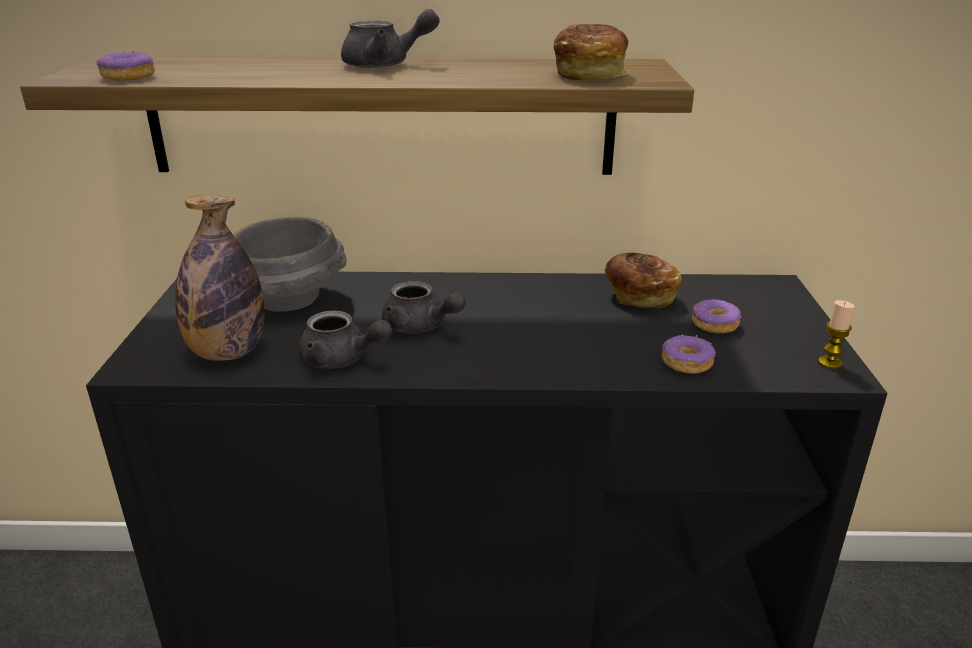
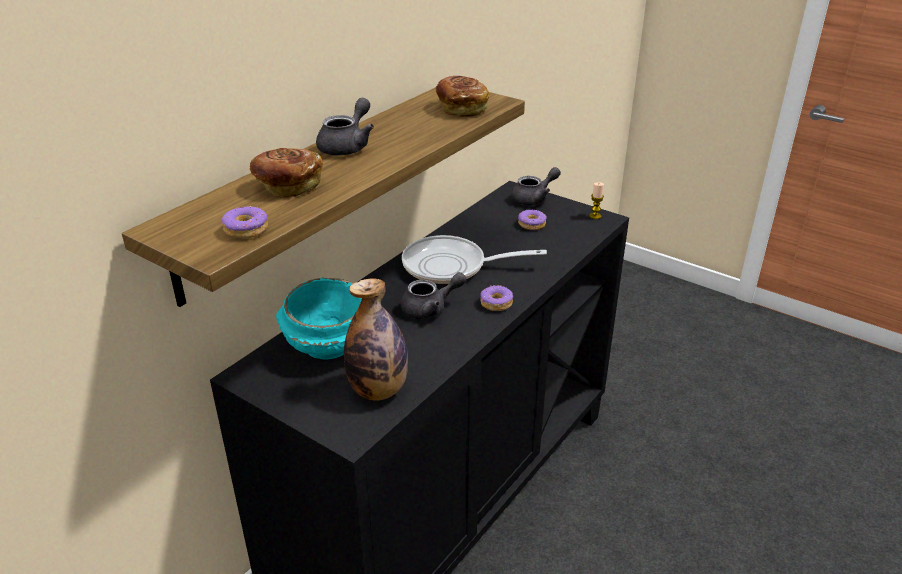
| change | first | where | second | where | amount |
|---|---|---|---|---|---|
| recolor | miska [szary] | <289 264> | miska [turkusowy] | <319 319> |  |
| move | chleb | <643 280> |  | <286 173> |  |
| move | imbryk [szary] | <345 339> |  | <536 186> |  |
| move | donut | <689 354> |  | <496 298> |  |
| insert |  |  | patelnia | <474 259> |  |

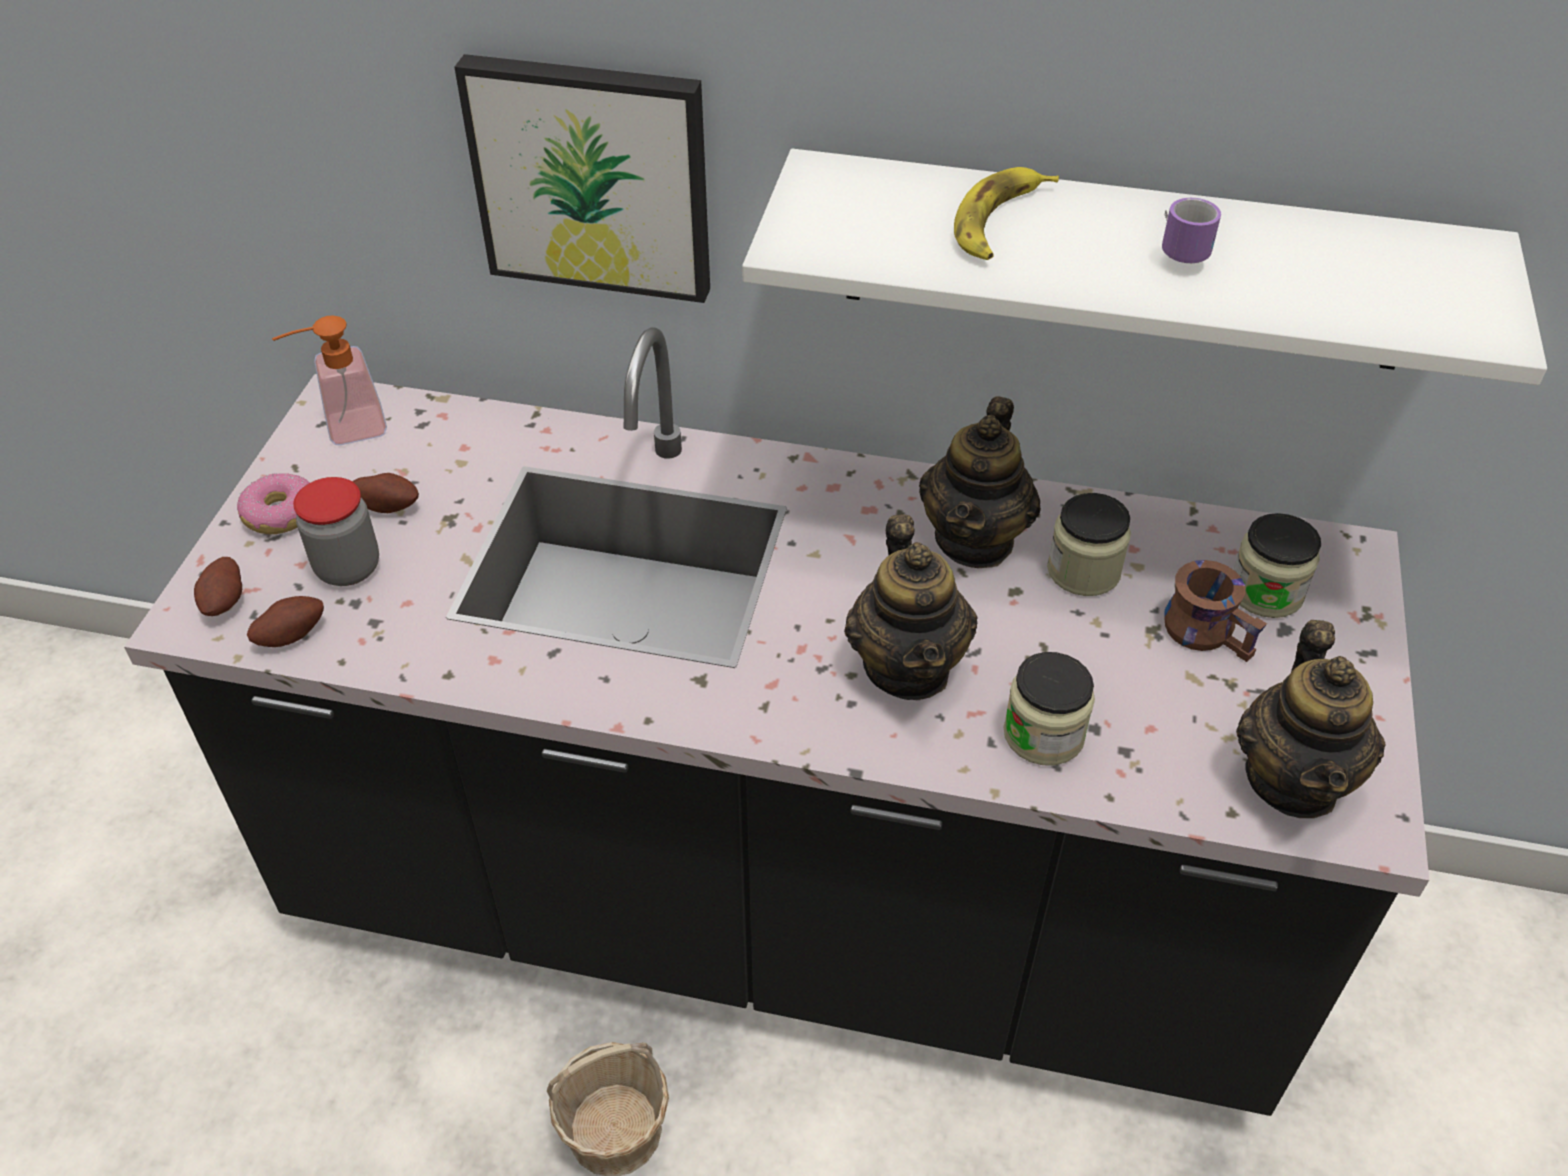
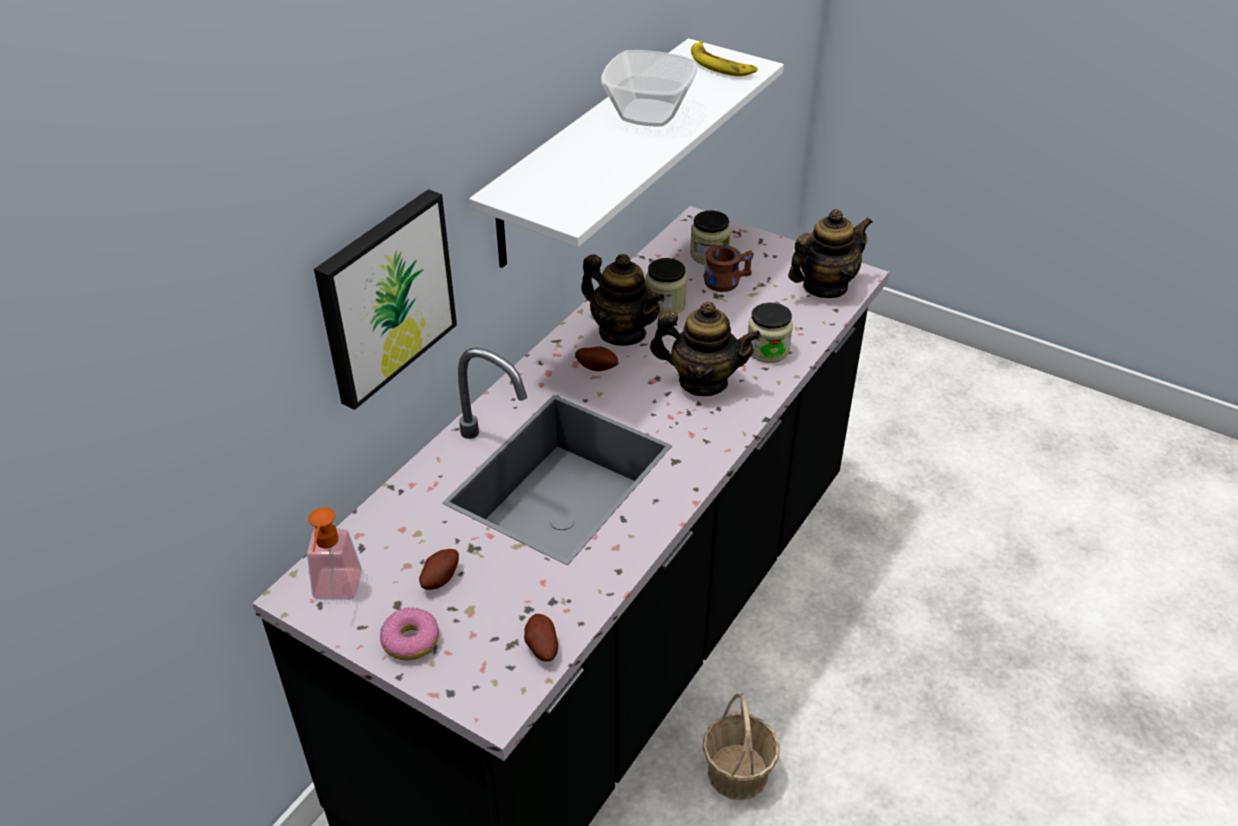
| change | first | where | second | where | amount |
|---|---|---|---|---|---|
| move | banan | <1006 213> |  | <724 58> |  |
| replace | kubek | <1191 230> | miska | <649 88> |  |
| delete | słoik | <336 531> |  |  |  |
| move | ziemniak | <218 586> |  | <596 358> |  |
| rotate | imbryk | <1310 719> |  | <830 253> | 60 degrees counterclockwise |

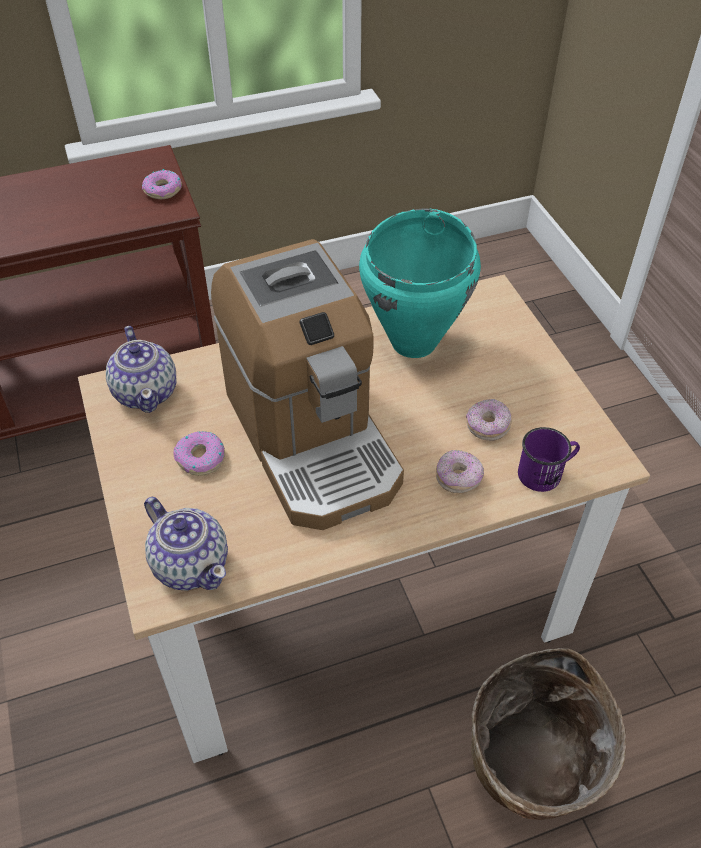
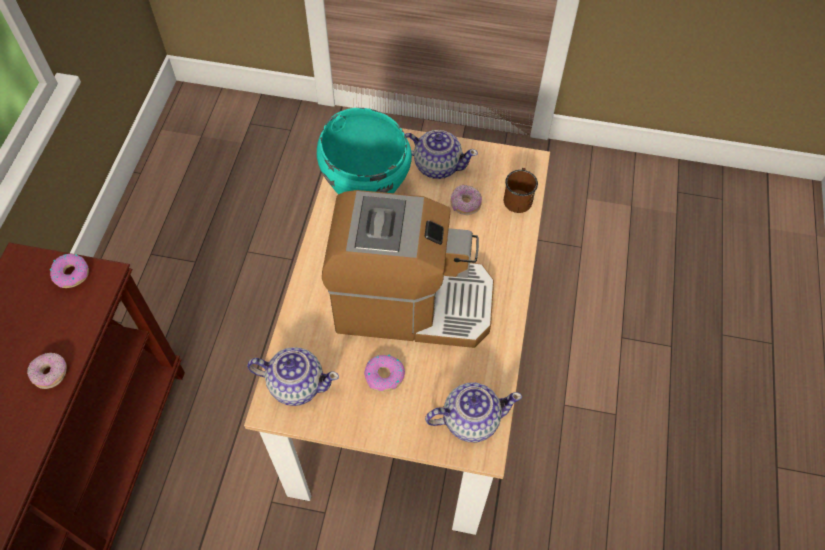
| change | first | where | second | where | amount |
|---|---|---|---|---|---|
| recolor | kubek [fioletowy] | <549 459> | kubek [brązowy] | <521 190> |  |
| move | donut | <460 471> |  | <47 371> |  |
| delete | koszyk | <548 734> |  |  |  |
| insert |  |  | imbryk | <441 154> |  |

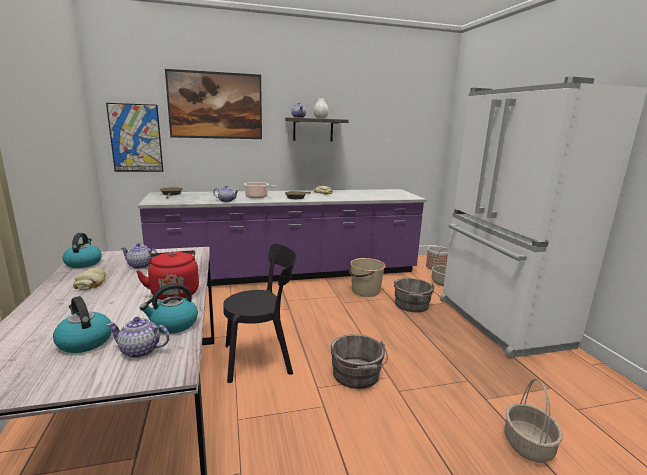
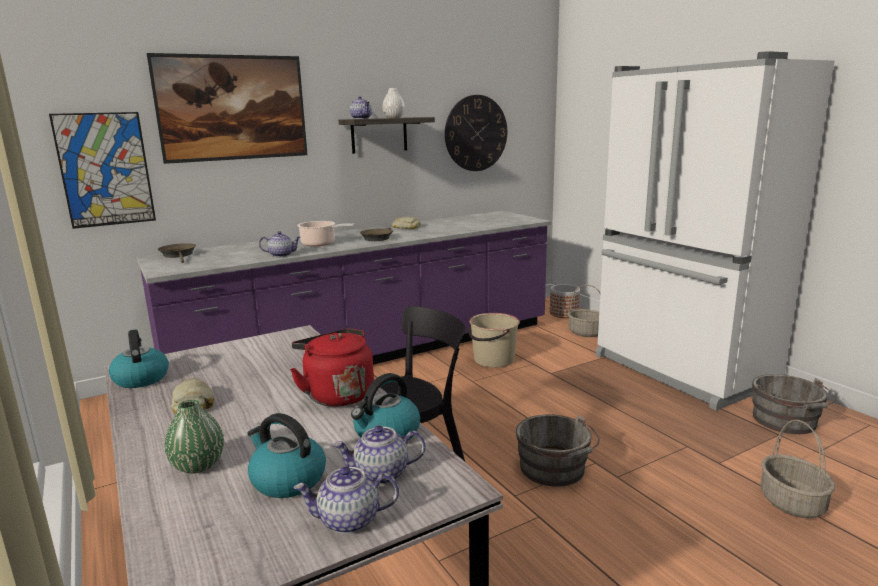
| change | first | where | second | where | amount |
|---|---|---|---|---|---|
| move | imbryk | <139 256> |  | <346 500> |  |
| move | wiadro [szary] | <414 295> |  | <794 404> |  |
| insert |  |  | zegar ścienny | <476 133> |  |
| insert |  |  | wazon [zielony] | <194 437> |  |

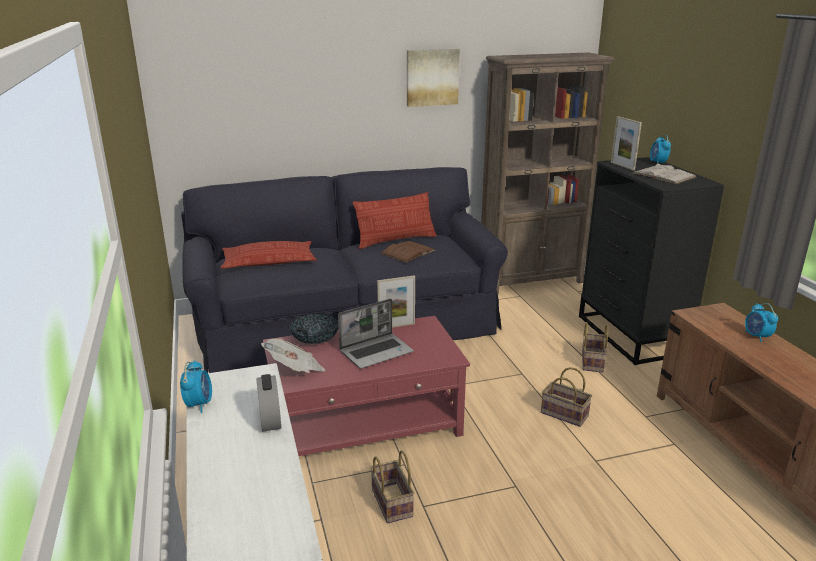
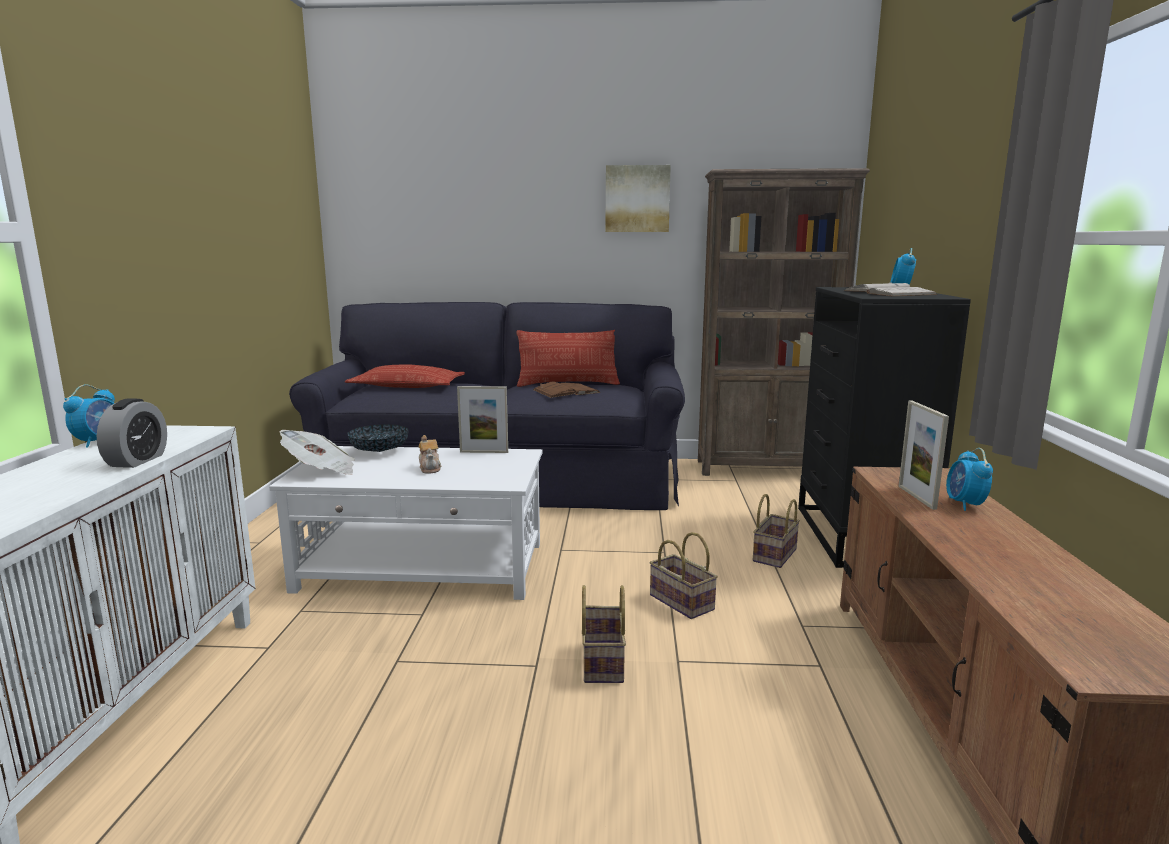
| change | first | where | second | where | amount |
|---|---|---|---|---|---|
| move | ramka na zdjęcie | <626 143> |  | <923 455> |  |
| replace | laptop | <376 334> | imbryk | <430 454> |  |
| recolor | ława [czerwony] | <366 386> | ława [biały] | <405 523> |  |
| move | koszyk | <392 487> |  | <604 634> |  |

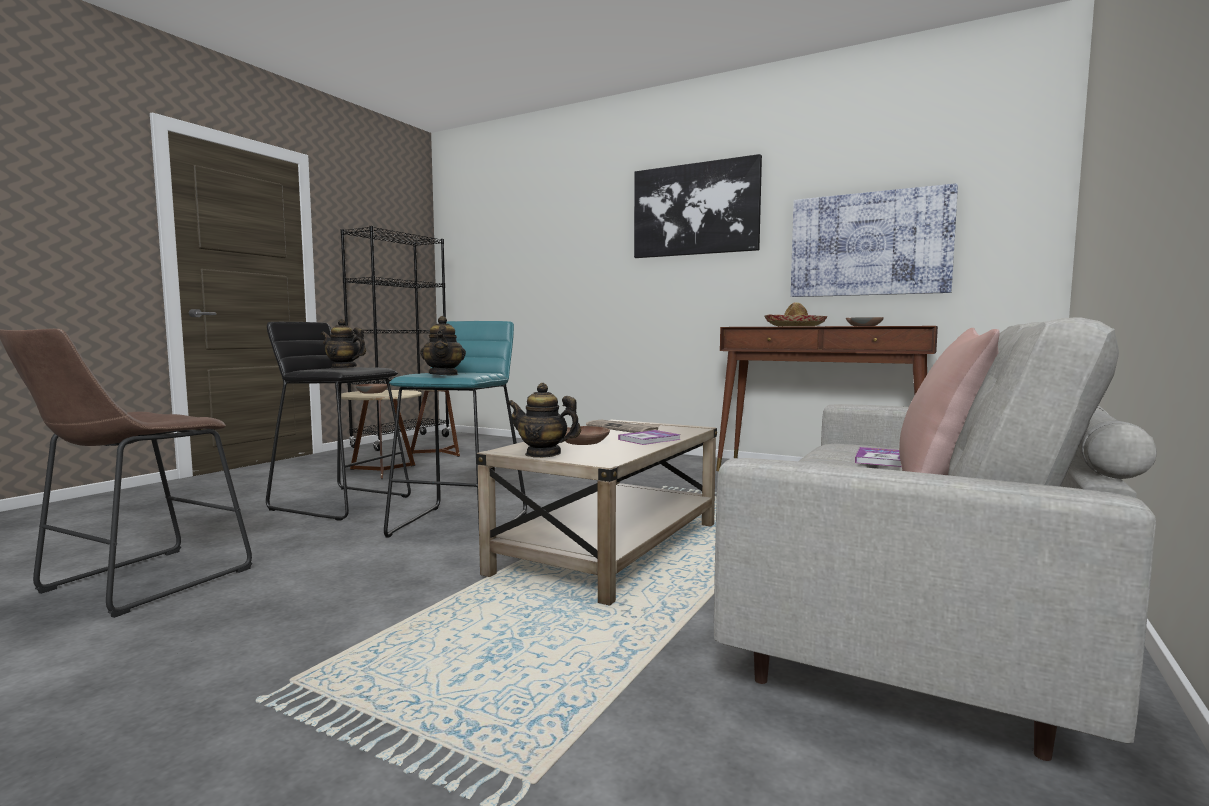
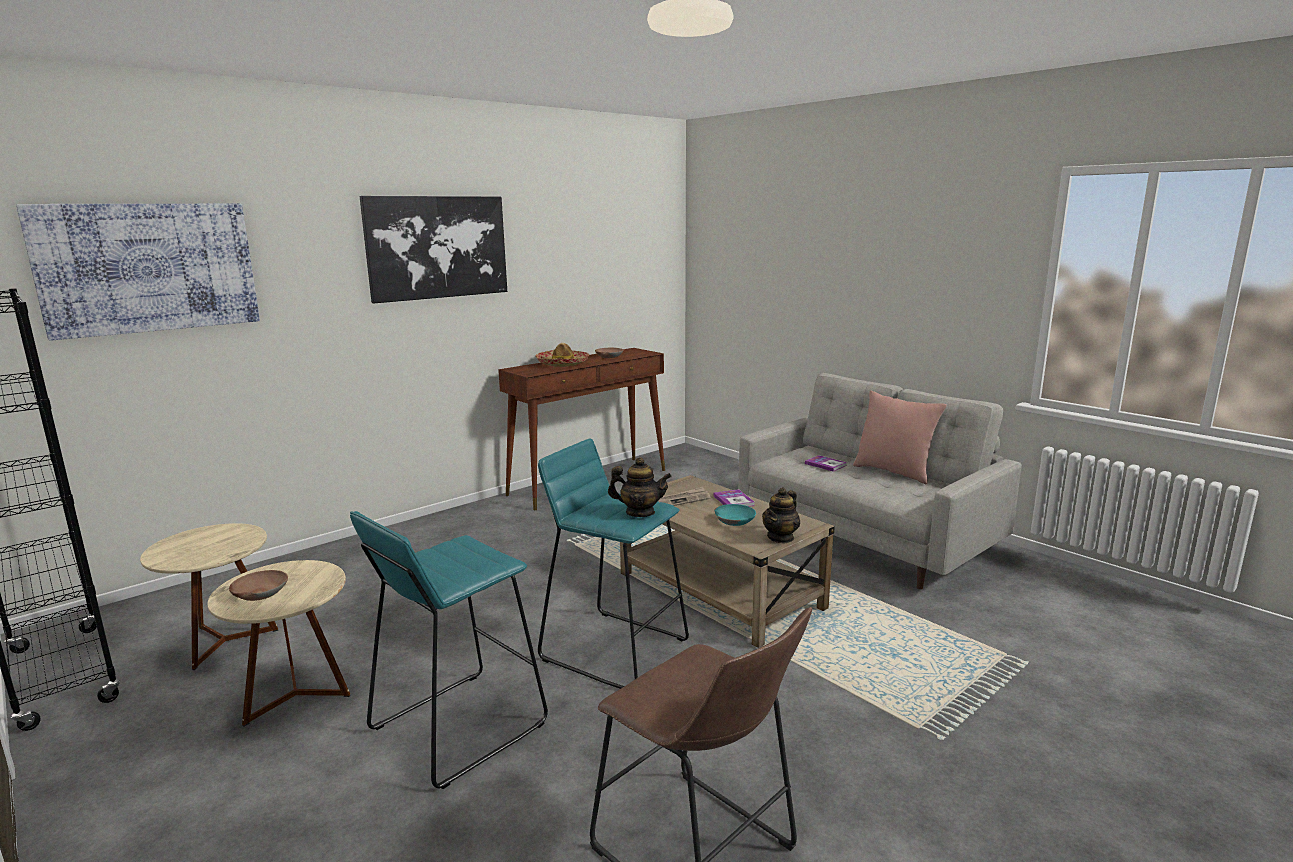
| change | first | where | second | where | amount |
|---|---|---|---|---|---|
| move | obraz | <874 240> |  | <138 272> |  |
| delete | imbryk | <343 343> |  |  |  |
| recolor | stołek [czarny] | <338 421> | stołek [turkusowy] | <449 650> |  |
| recolor | miska [brązowy] | <587 435> | miska [turkusowy] | <735 515> |  |

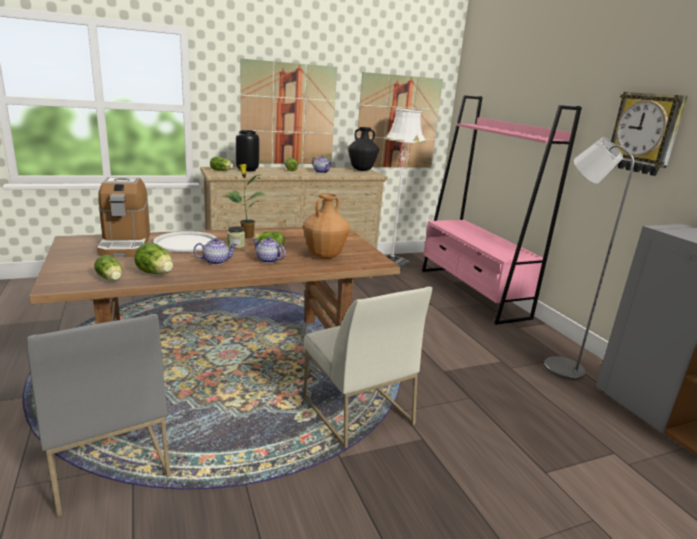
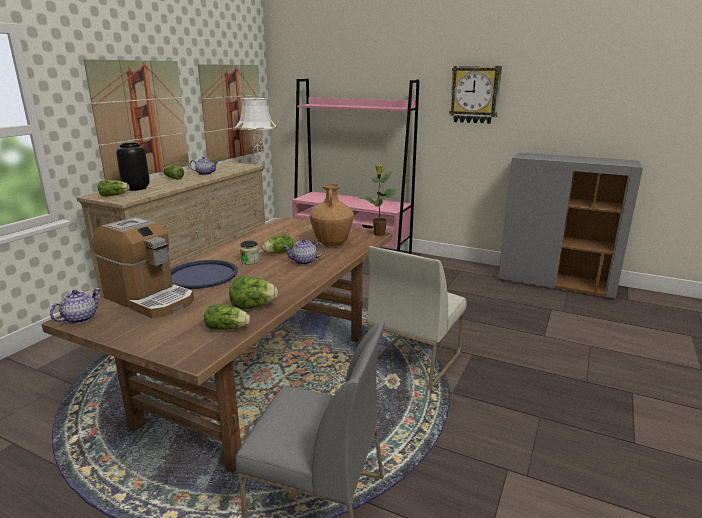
| change | first | where | second | where | amount |
|---|---|---|---|---|---|
| delete | wazon [czarny] | <363 149> |  |  |  |
| delete | lampa stojąca [szary] | <589 259> |  |  |  |
| move | roślina doniczkowa | <245 201> |  | <379 200> |  |
| recolor | taca [biały] | <185 241> | taca [niebieski] | <204 274> |  |
| move | imbryk | <215 251> |  | <75 306> |  |
| rotate | krzesło [biały] | <368 367> |  | <417 318> | 105 degrees clockwise |

